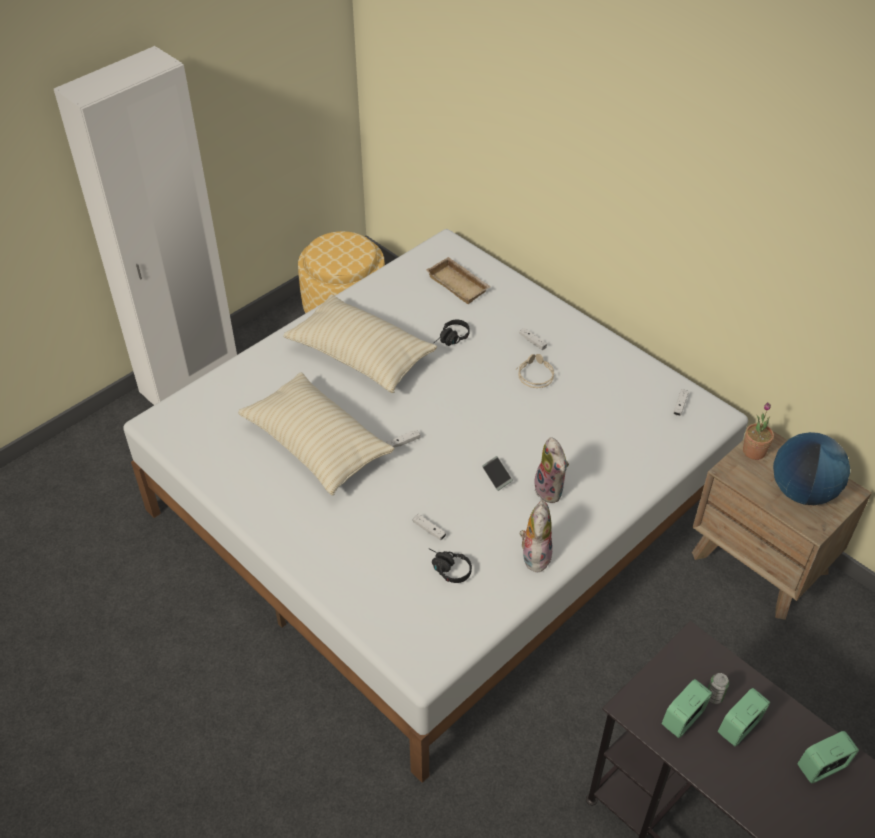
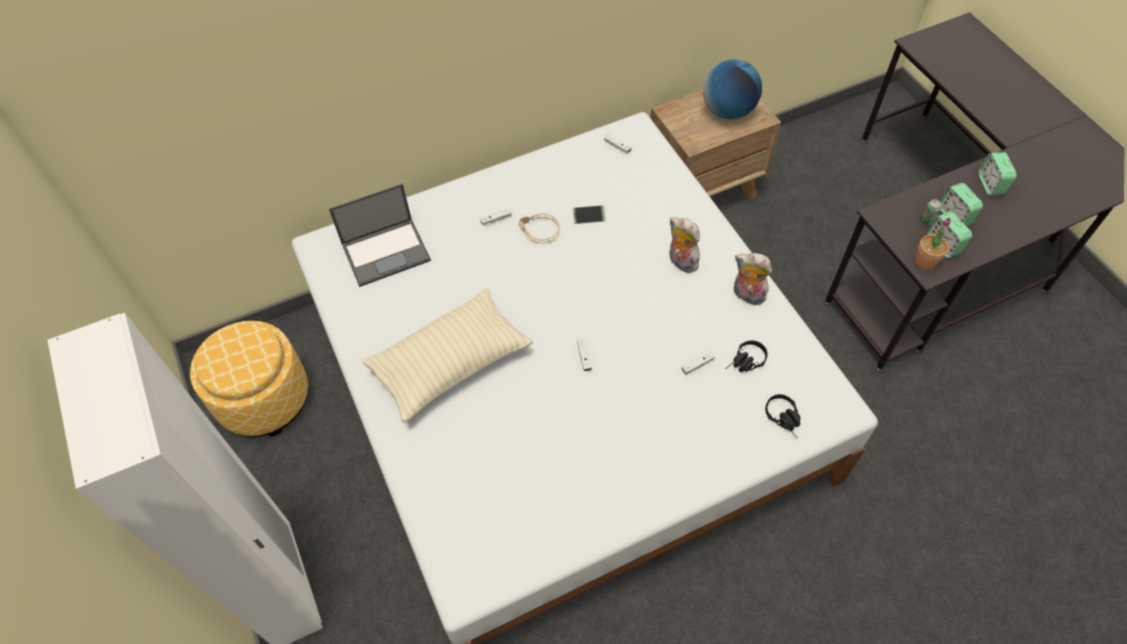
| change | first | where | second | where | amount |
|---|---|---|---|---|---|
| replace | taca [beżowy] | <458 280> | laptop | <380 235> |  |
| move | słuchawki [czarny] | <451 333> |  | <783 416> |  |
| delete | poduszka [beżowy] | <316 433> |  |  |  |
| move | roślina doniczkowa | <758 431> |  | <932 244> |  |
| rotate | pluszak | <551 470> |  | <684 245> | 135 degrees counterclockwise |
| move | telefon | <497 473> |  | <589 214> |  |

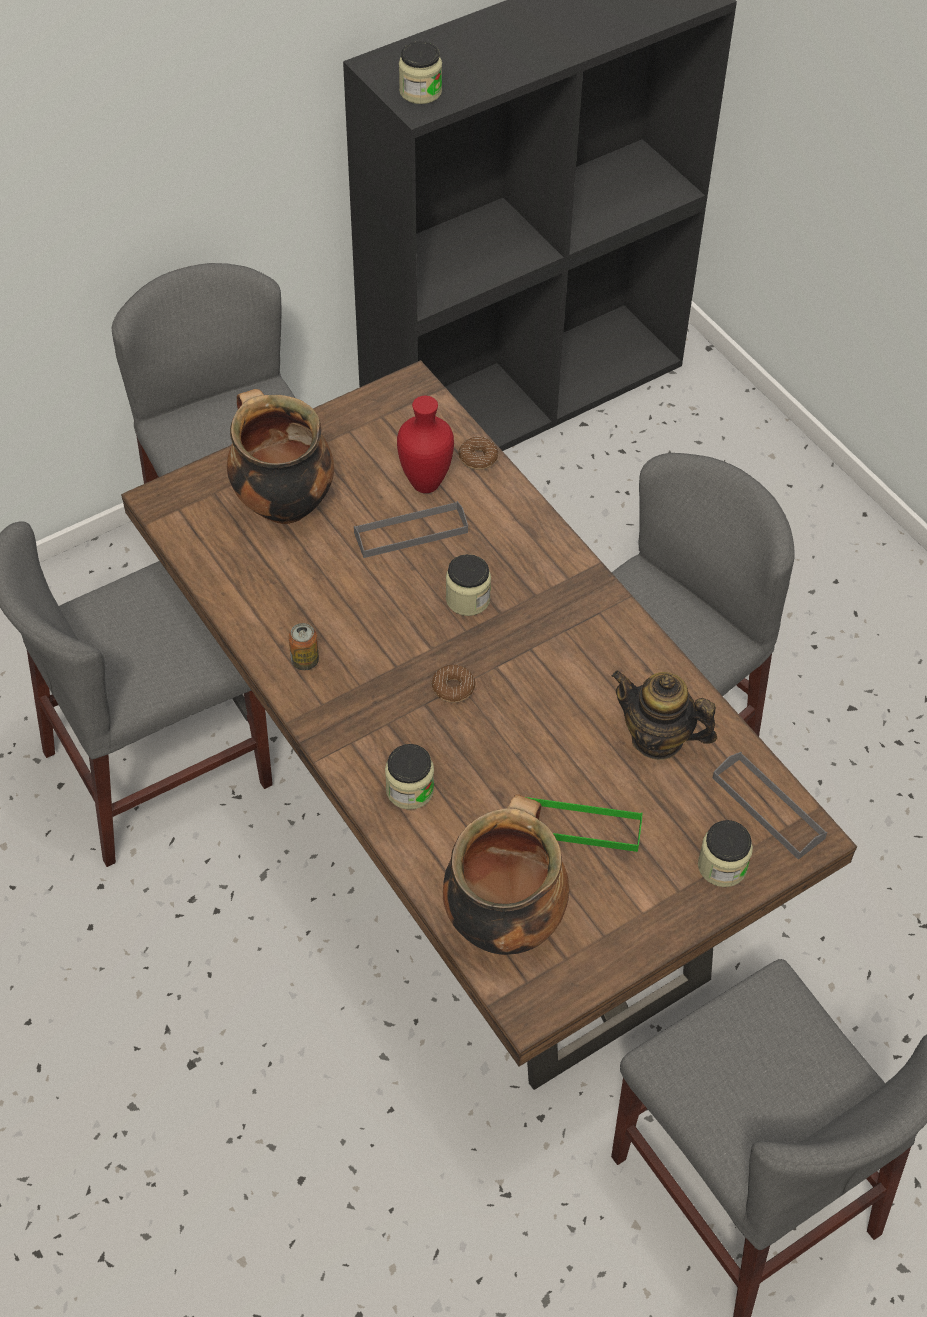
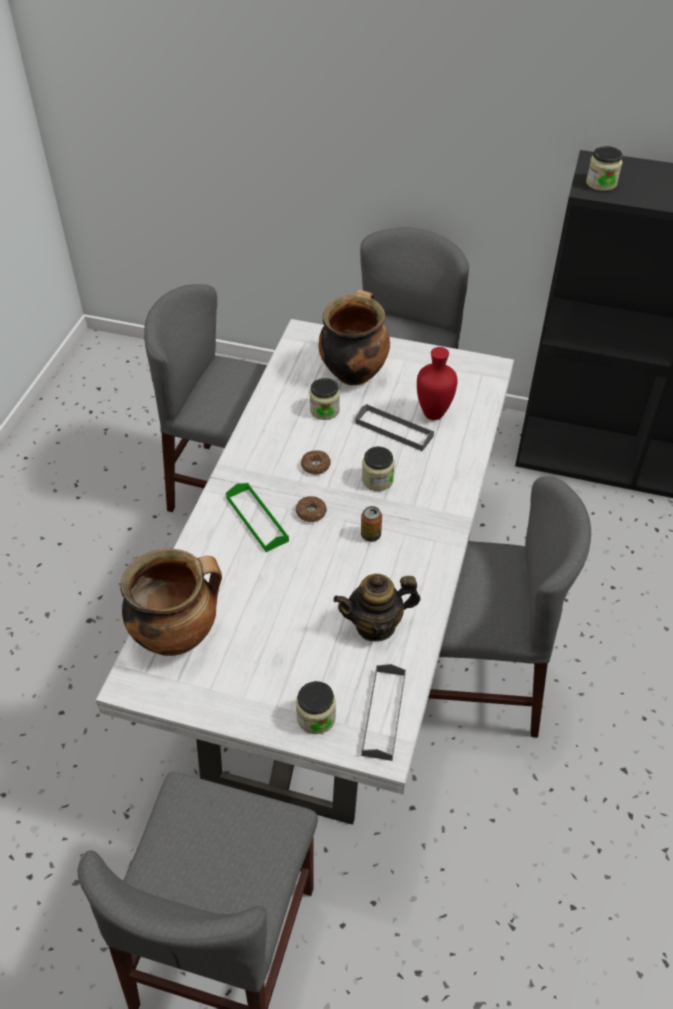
| change | first | where | second | where | amount |
|---|---|---|---|---|---|
| recolor | stół jadalny [brązowy] | <489 725> | stół jadalny [biały] | <304 572> |  |
| move | donut | <478 453> |  | <316 462> |  |
| move | puszka | <304 646> |  | <371 524> |  |
| rotate | imbryk | <664 715> |  | <376 608> | 90 degrees counterclockwise |
| move | słoik | <409 777> |  | <324 399> |  |
| move | taca [zielony] | <584 824> |  | <257 517> |  |

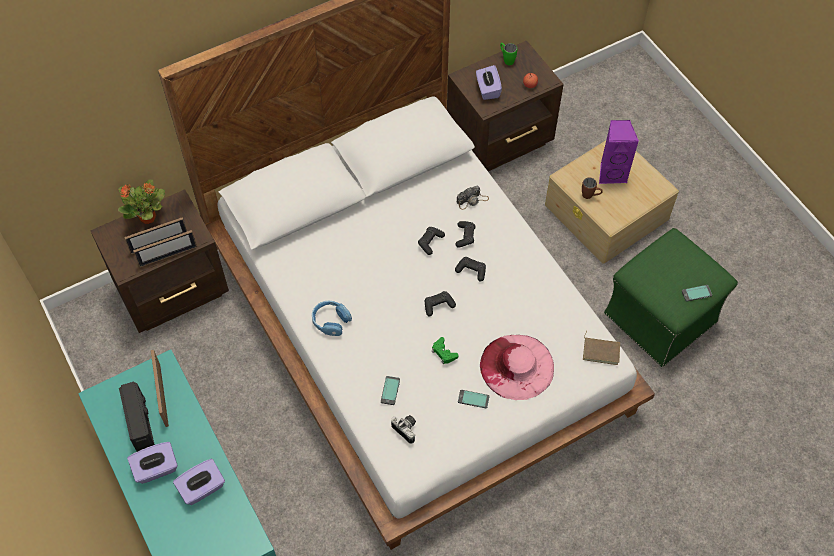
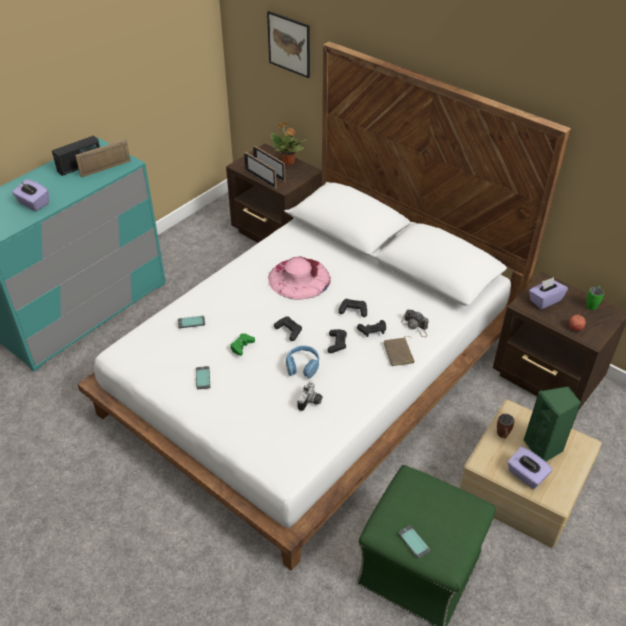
| change | first | where | second | where | amount |
|---|---|---|---|---|---|
| recolor | głośnik [fioletowy] | <619 152> | głośnik [zielony] | <552 424> |  |
| move | słuchawki [niebieski] | <332 318> |  | <302 362> |  |
| move | książka [brązowy] | <601 348> |  | <399 351> |  |
| move | kapelusz [różowy] | <517 367> |  | <299 278> |  |
| move | aparat fotograficzny | <403 429> |  | <310 396> |  |
| move | pudełko chusteczek [fioletowy] | <152 463> |  | <529 468> |  |
| insert |  |  | obraz | <288 44> |  |

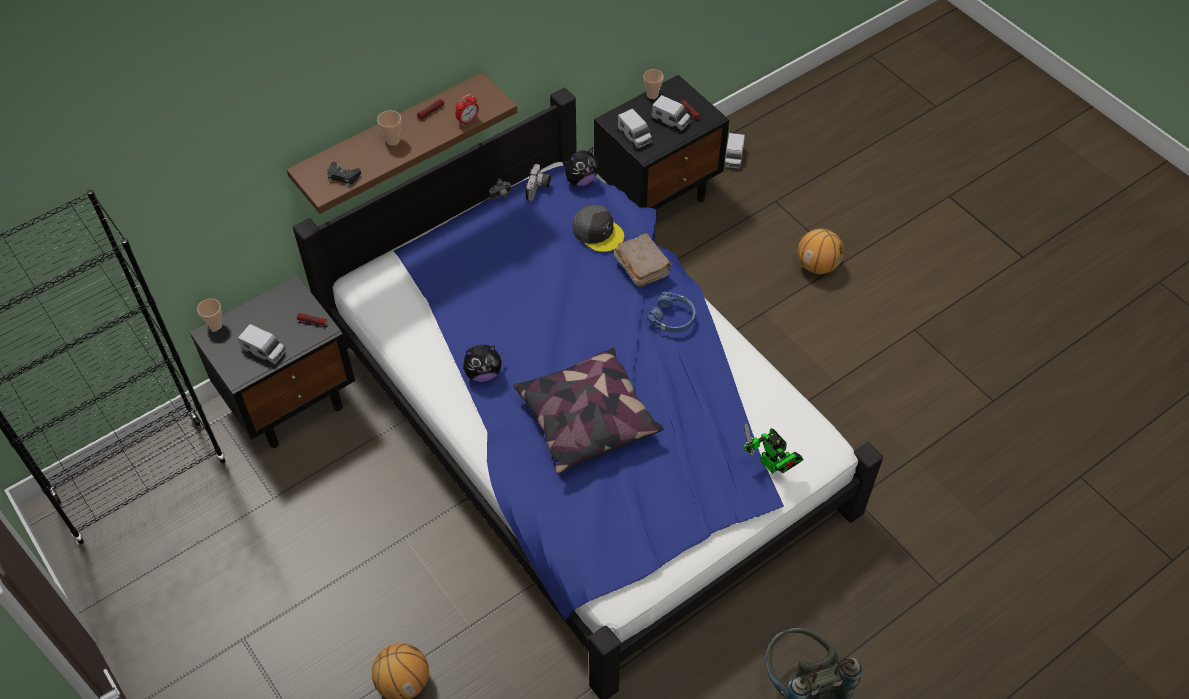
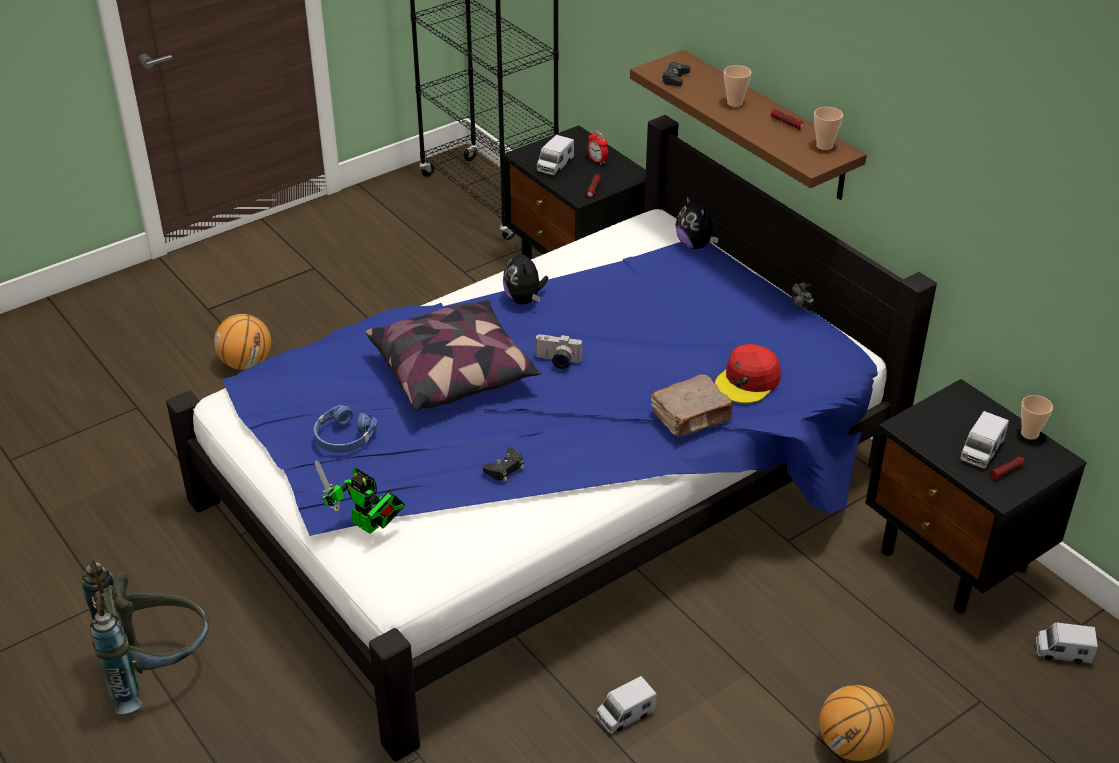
| change | first | where | second | where | amount |
|---|---|---|---|---|---|
| move | budzik | <467 110> |  | <597 147> |  |
| move | ciężarówka zabawkowa | <635 128> |  | <626 705> |  |
| move | pluszak | <580 166> |  | <697 221> |  |
| move | aparat fotograficzny | <538 182> |  | <559 351> |  |
| recolor | czapka z daszkiem [szary] | <598 228> | czapka z daszkiem [czerwony] | <748 373> |  |
| move | słuchawki [niebieski] | <671 312> |  | <346 429> |  |
| move | filiżanka | <209 315> |  | <828 128> |  |
| rotate | robot zabawkowy | <773 448> |  | <360 497> | 105 degrees counterclockwise |
| insert |  |  | pad do gier [czarny] | <503 464> |  |

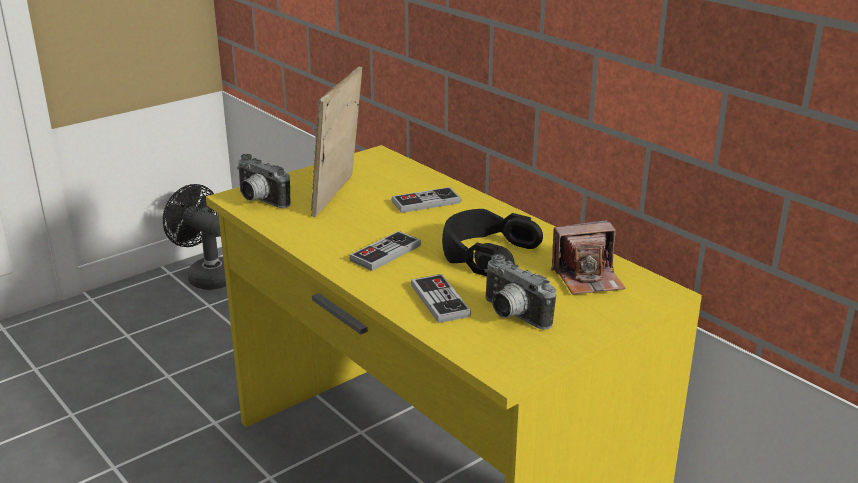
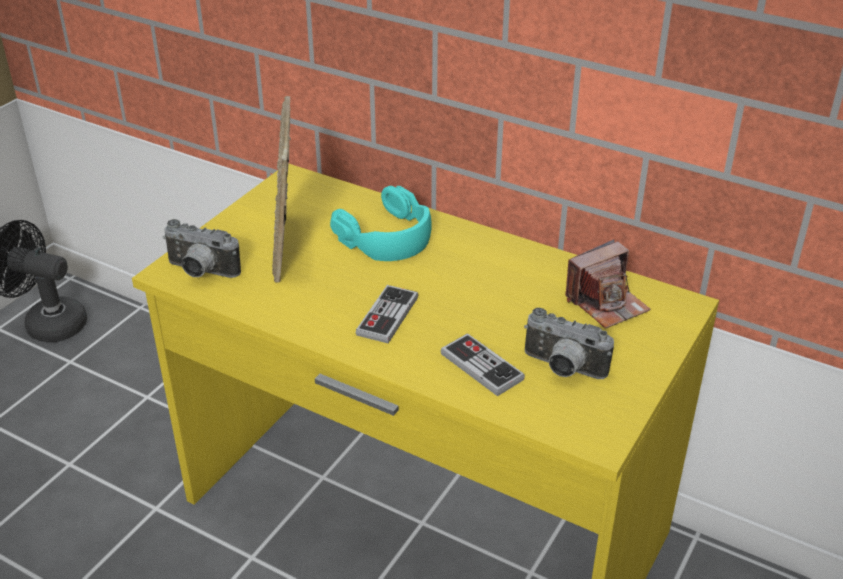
| change | first | where | second | where | amount |
|---|---|---|---|---|---|
| replace | pad do gier | <426 200> | słuchawki [turkusowy] | <381 223> |  |
| delete | słuchawki [czarny] | <492 242> |  |  |  |

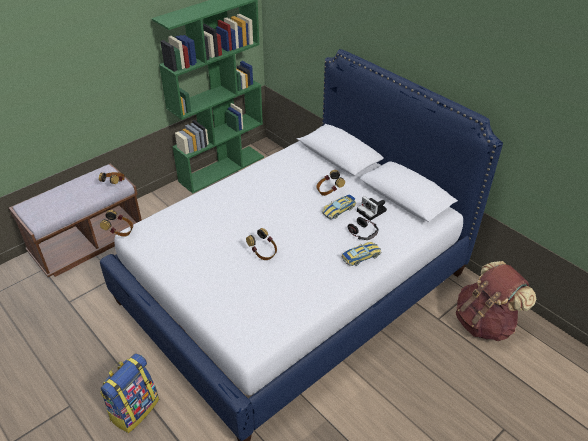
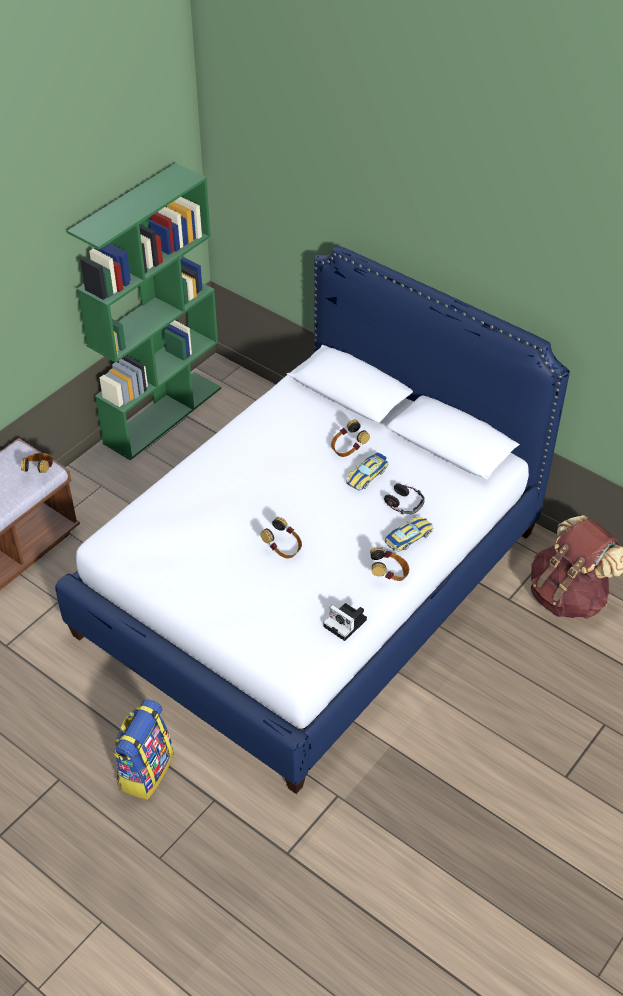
| change | first | where | second | where | amount |
|---|---|---|---|---|---|
| move | aparat fotograficzny | <372 208> |  | <345 622> |  |
| move | słuchawki | <116 223> |  | <389 564> |  |

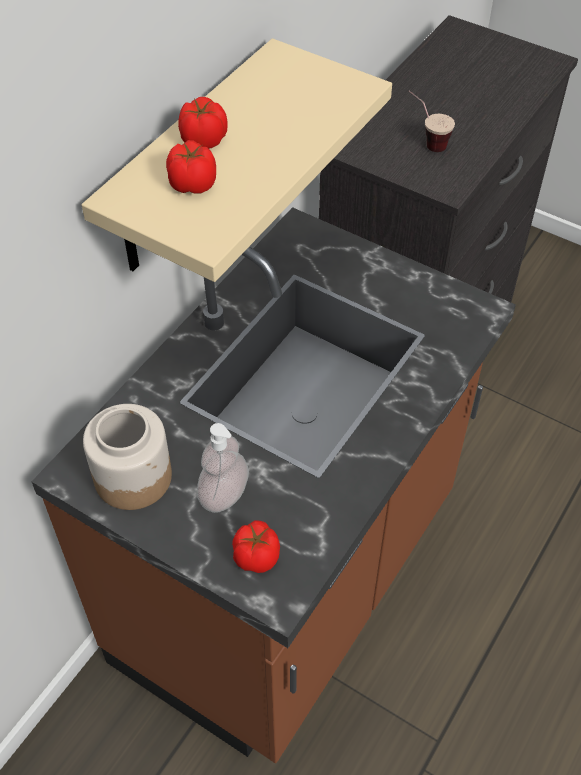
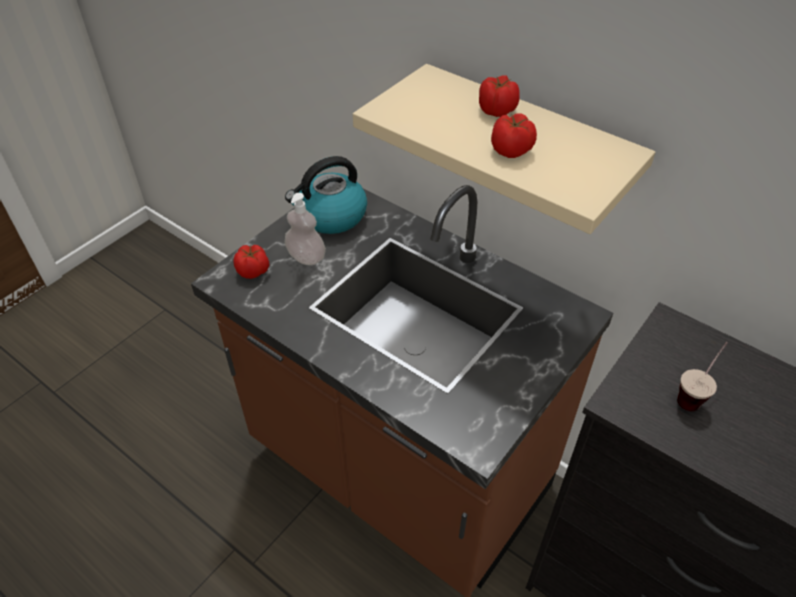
| change | first | where | second | where | amount |
|---|---|---|---|---|---|
| move | pomidor | <191 166> |  | <514 135> |  |
| replace | słoik | <127 457> | czajnik | <326 195> |  |

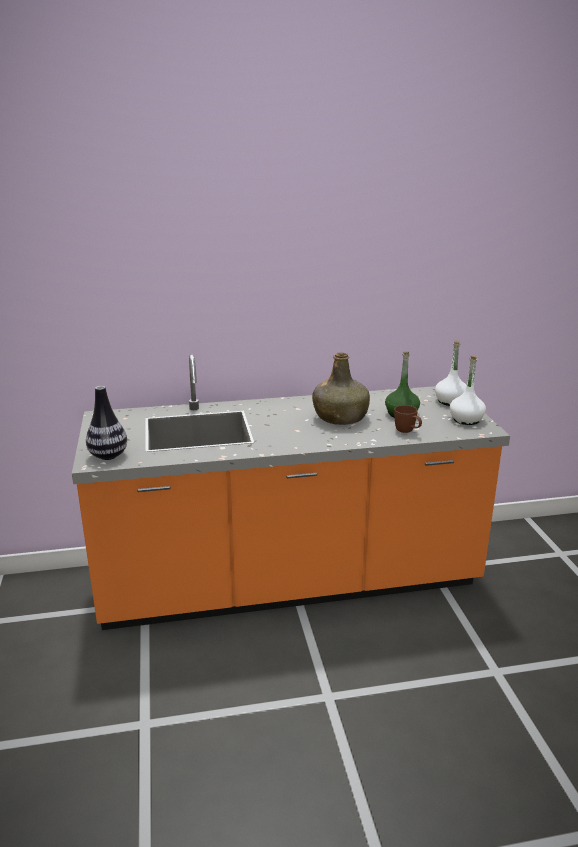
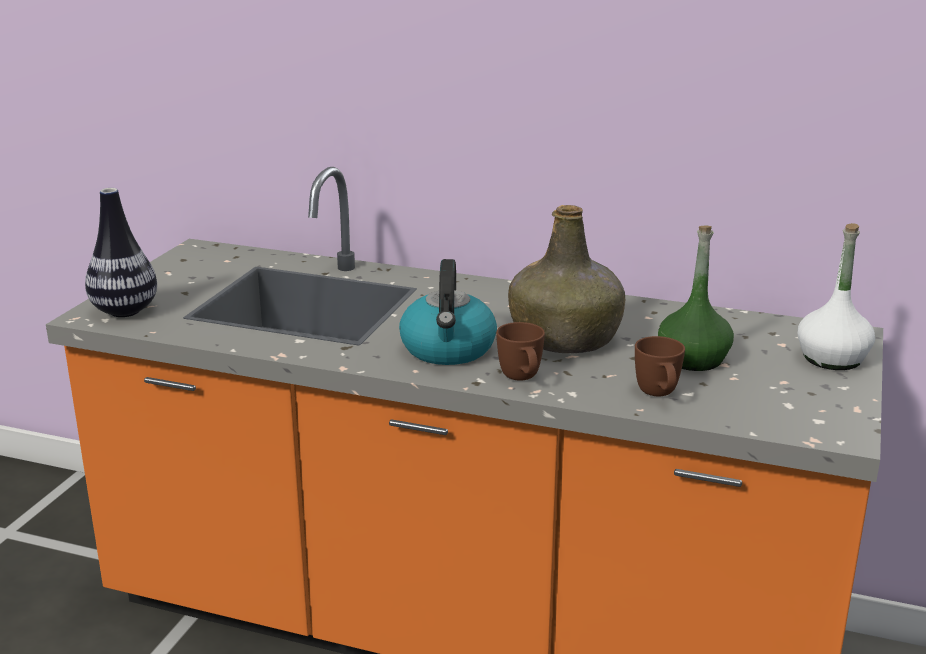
| change | first | where | second | where | amount |
|---|---|---|---|---|---|
| delete | butelka [biały] | <468 390> |  |  |  |
| insert |  |  | czajnik | <448 312> |  |
| insert |  |  | kubek [brązowy] | <520 351> |  |

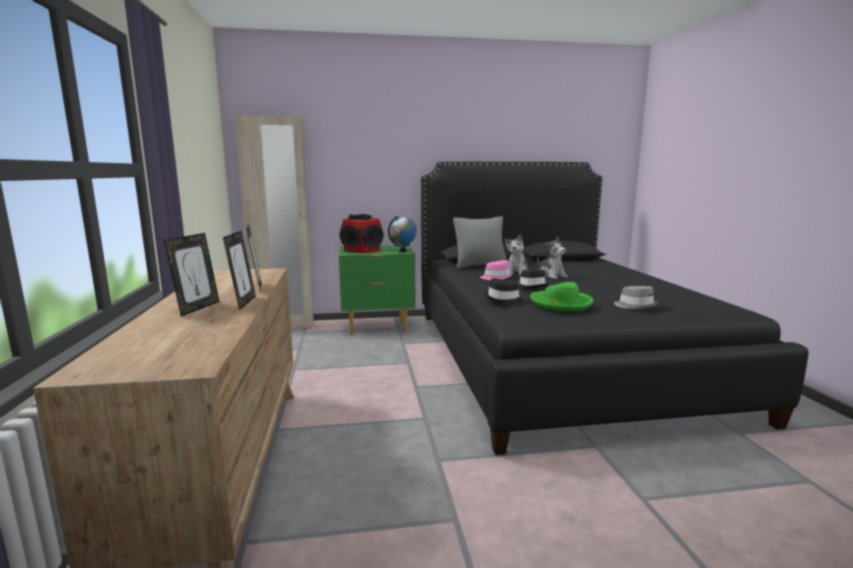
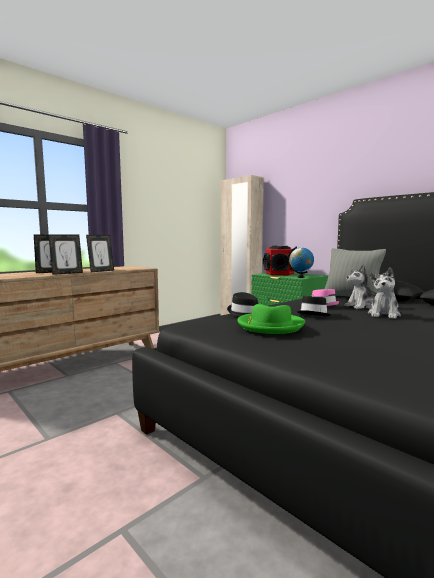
| change | first | where | second | where | amount |
|---|---|---|---|---|---|
| delete | kapelusz [szary] | <636 297> |  |  |  |

